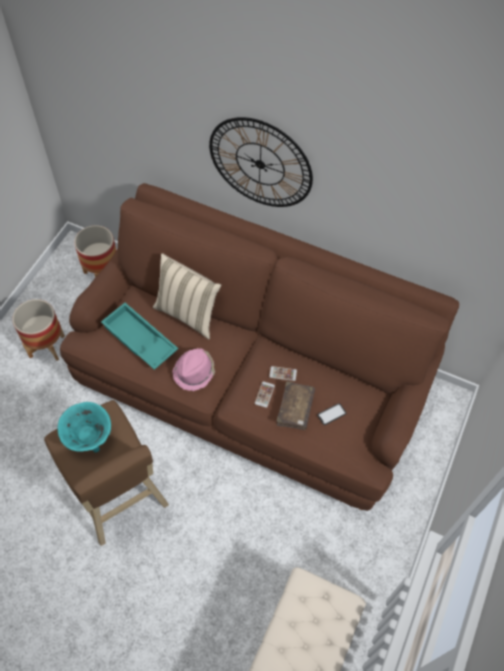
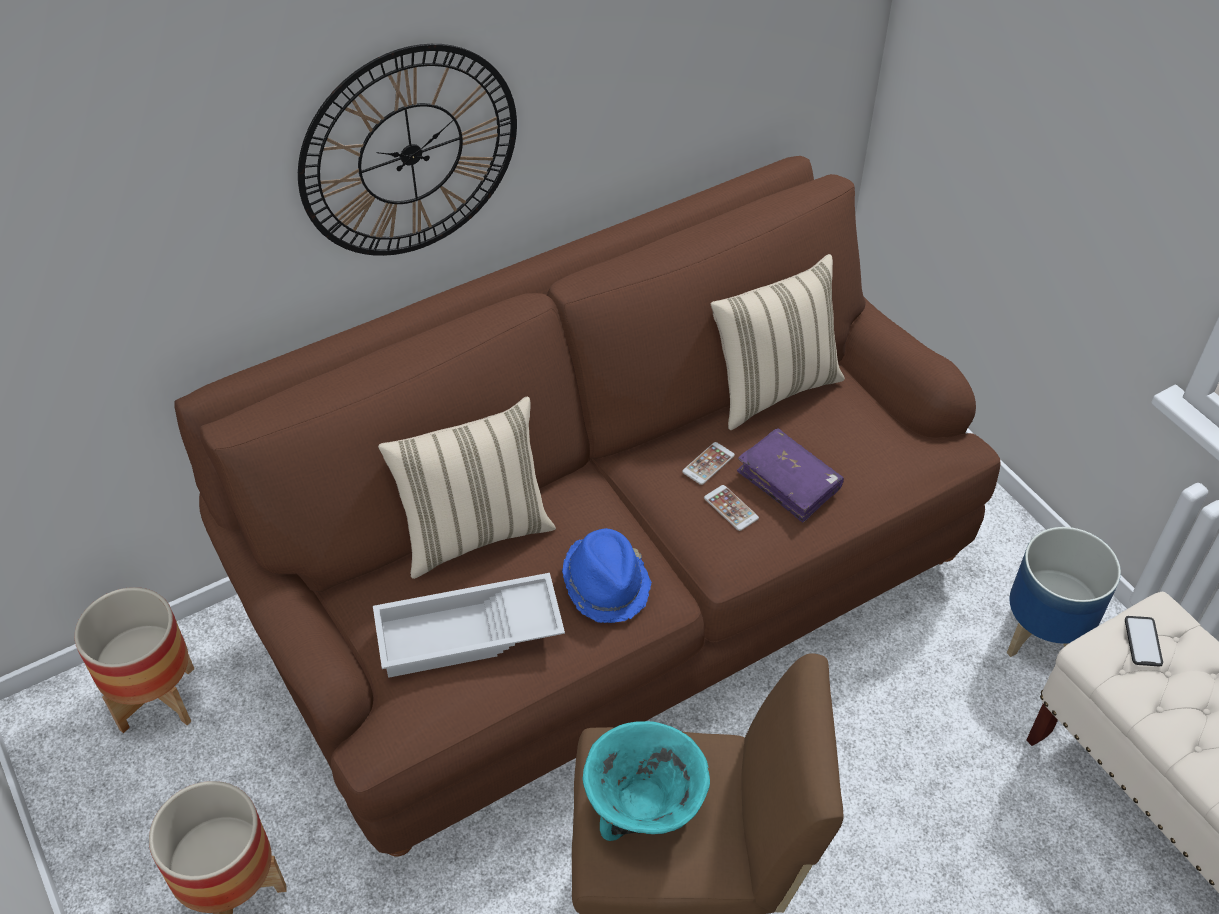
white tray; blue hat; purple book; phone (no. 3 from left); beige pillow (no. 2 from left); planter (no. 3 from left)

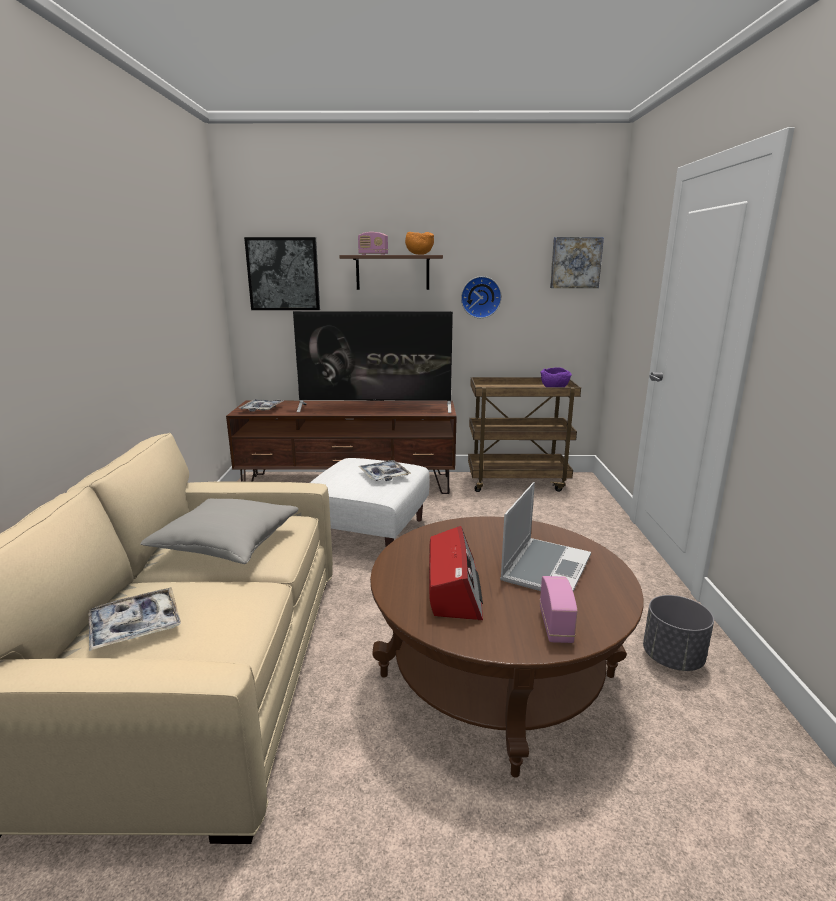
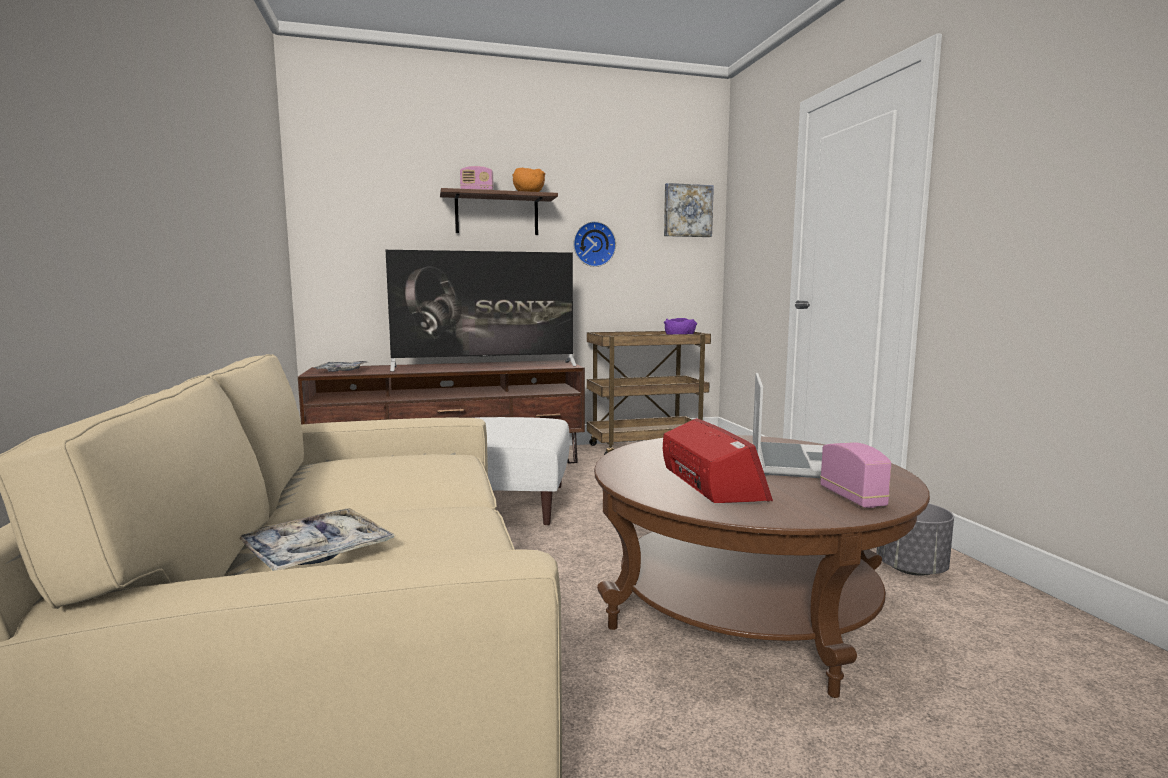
grey pillow; picture (no. 1 from left in the first image); tray (no. 3 from left in the first image)

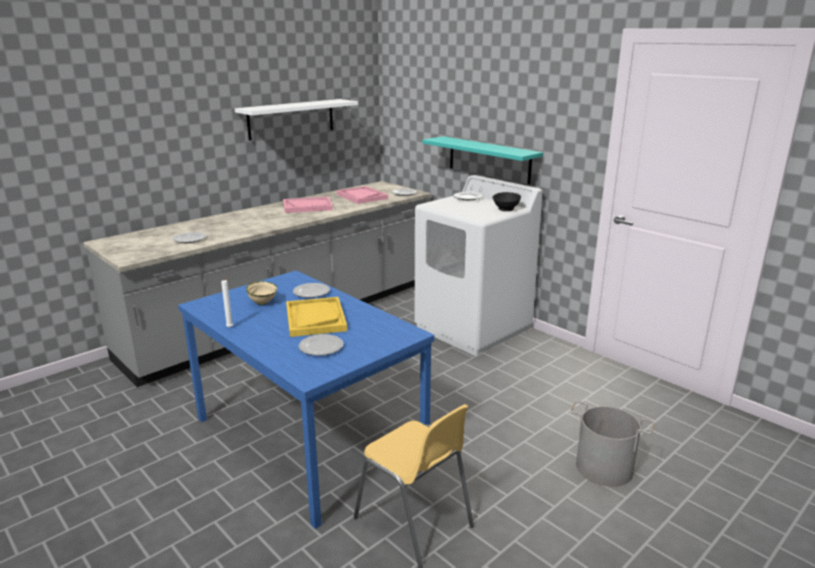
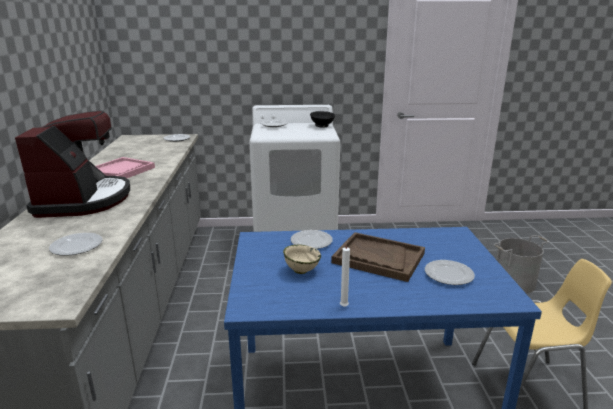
white shelf; brown tray; pink tray (no. 2 from left in the first image); turquoise shelf; coffee machine

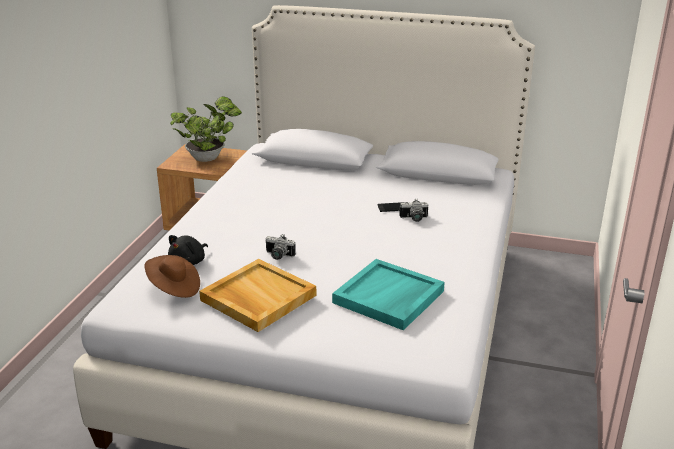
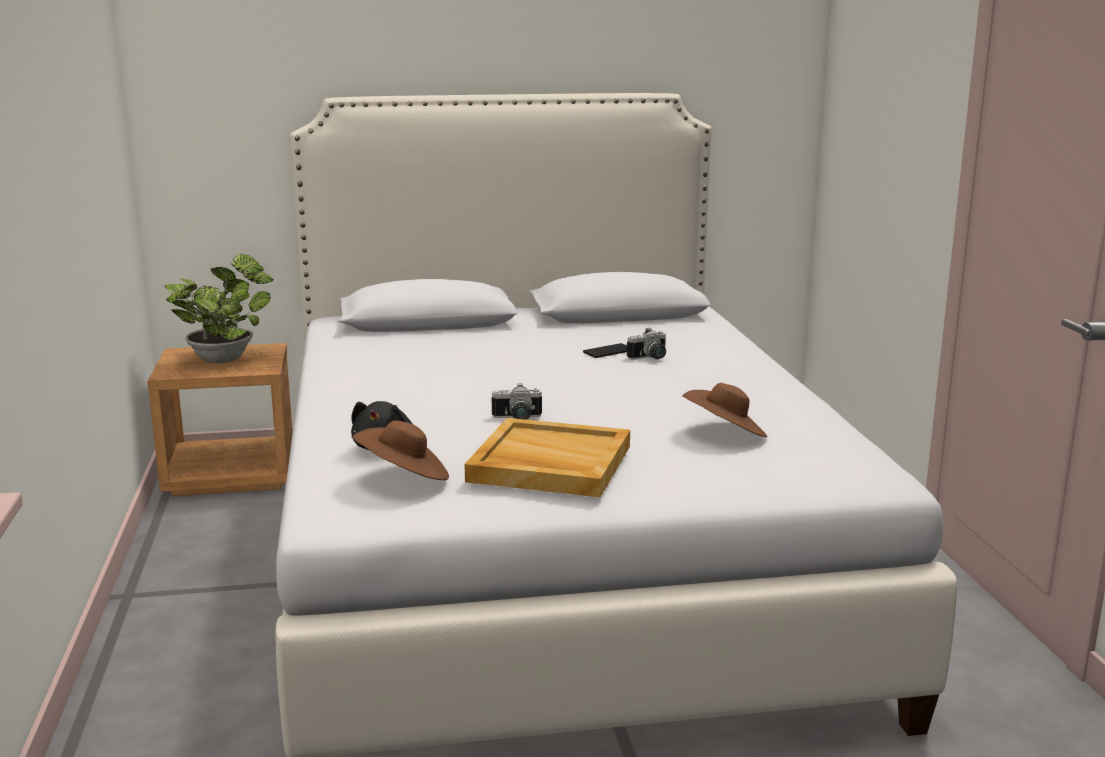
brown hat (no. 2 from left)

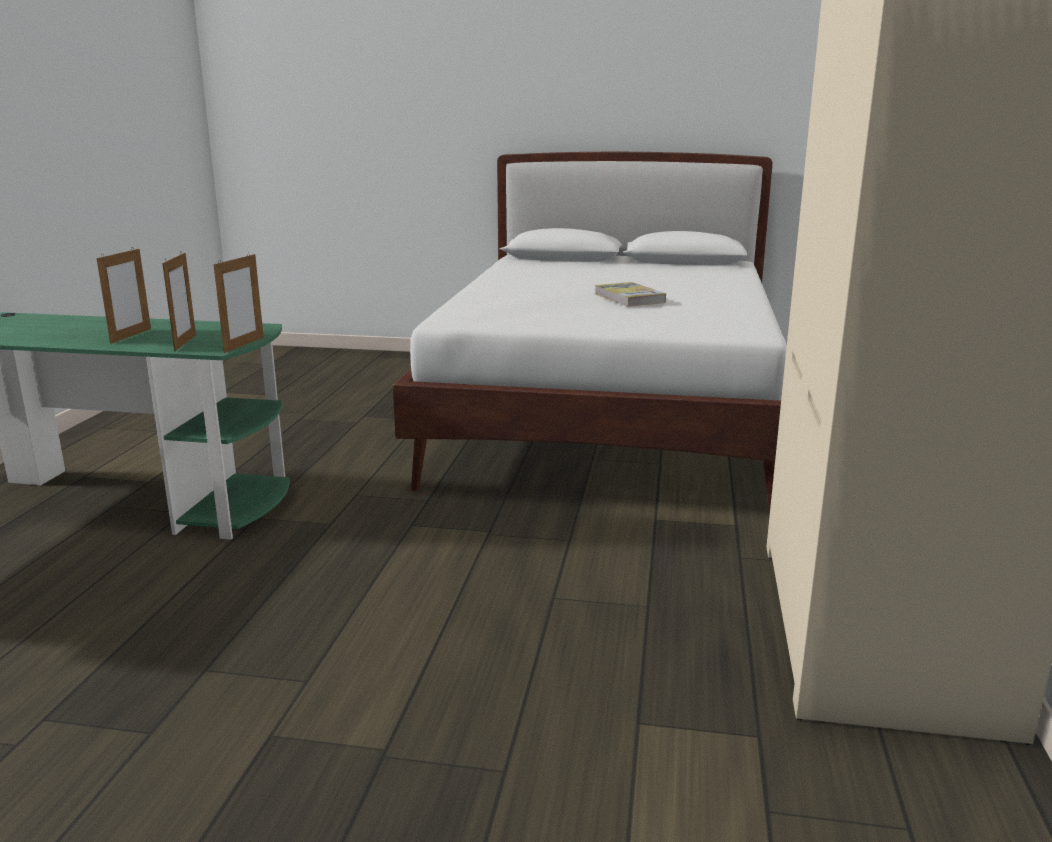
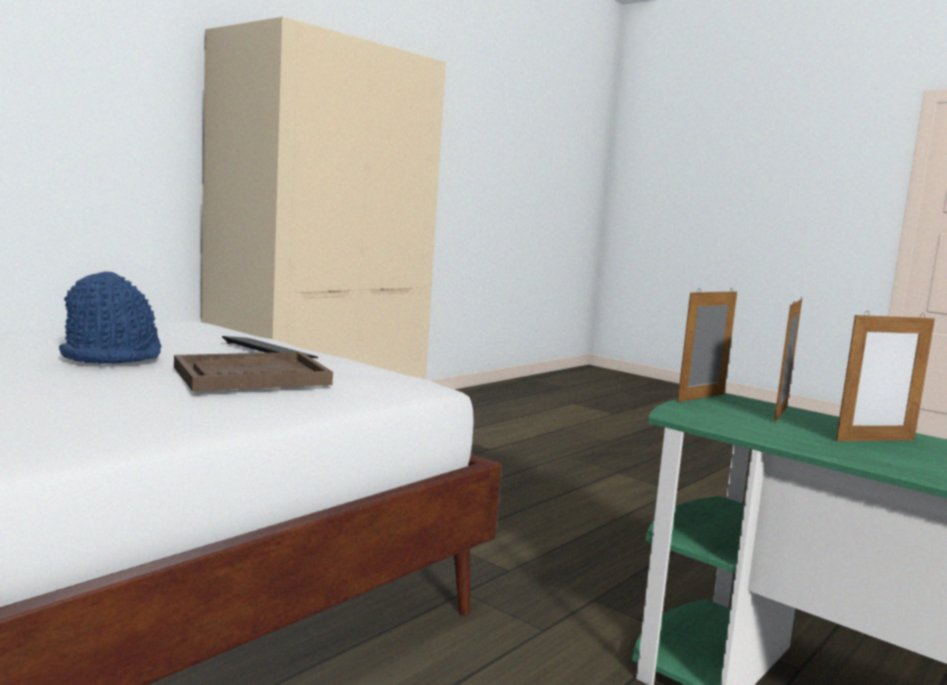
picture frame (no. 3 from left); blue hat; brown tray; keyboard

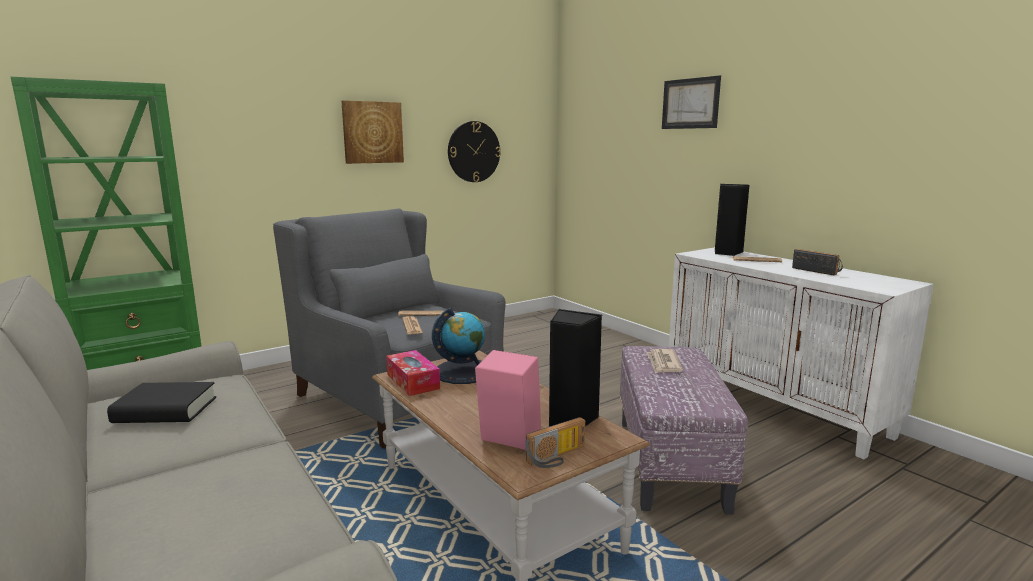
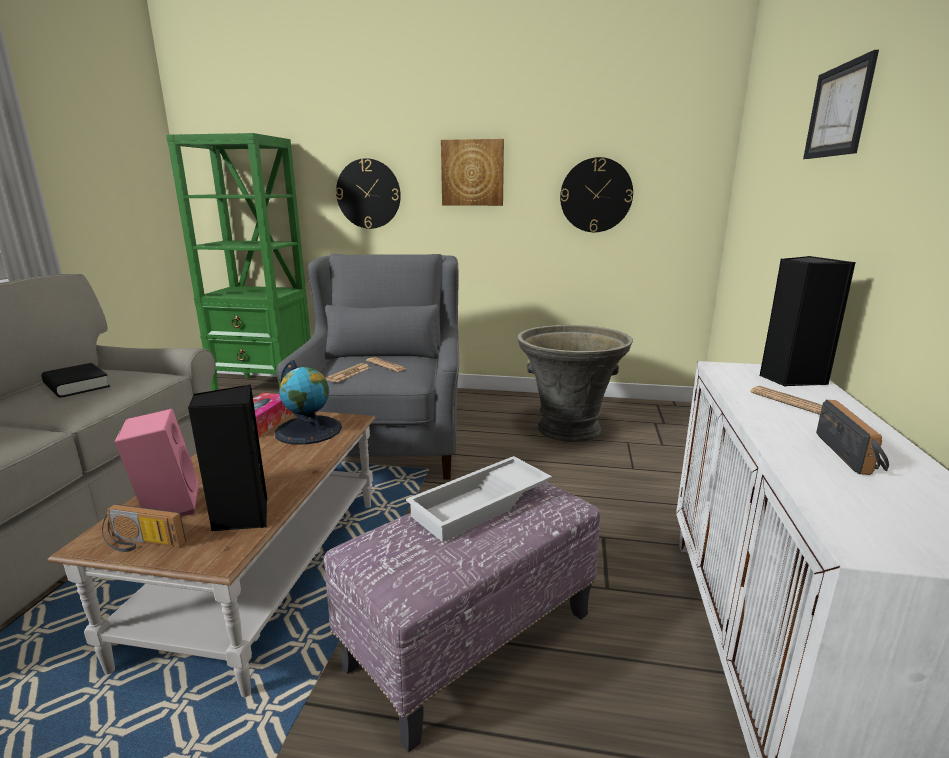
white tray; wall clock (no. 1 from left); grey planter

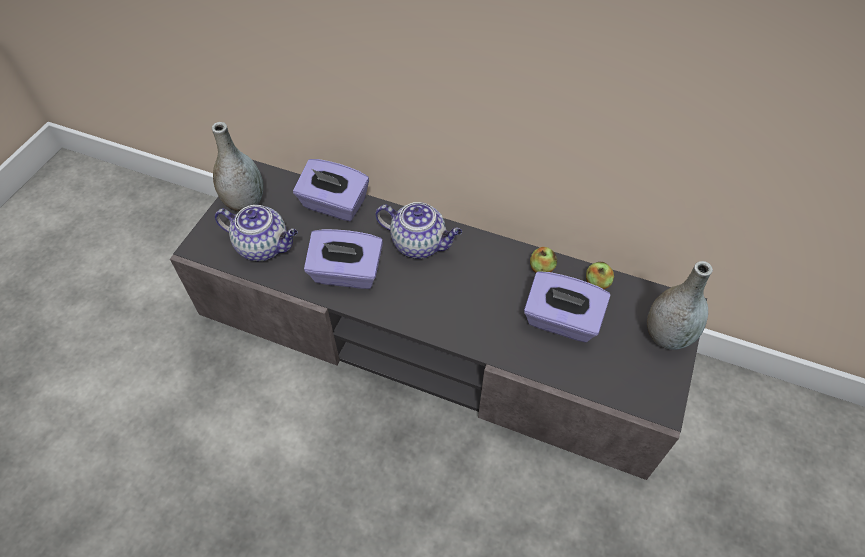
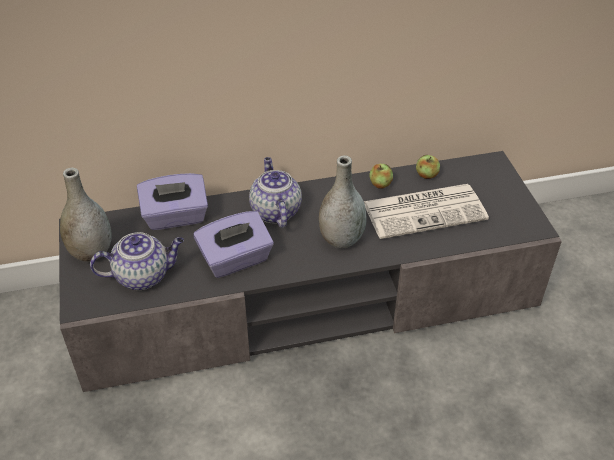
teapot (no. 2 from left); newspaper; grey vase (no. 2 from left)

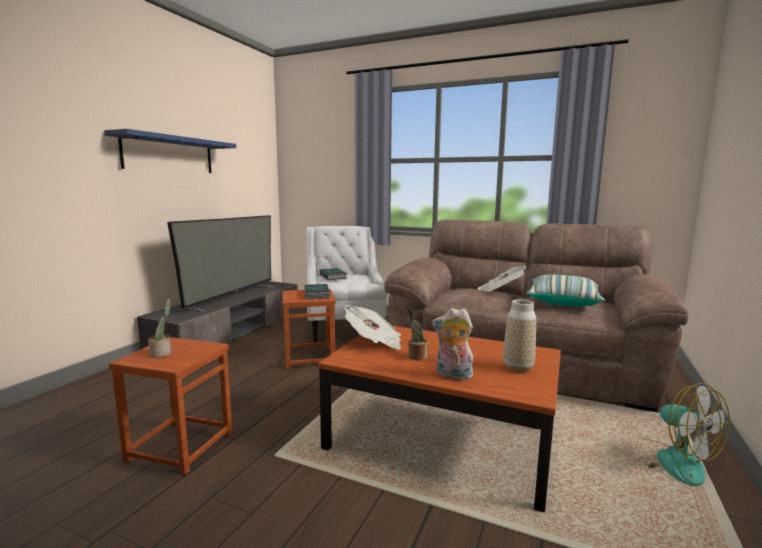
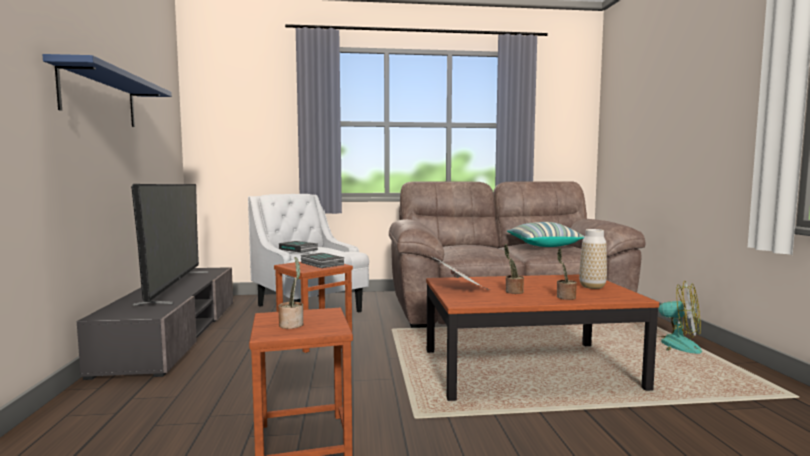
potted plant (no. 3 from left); newspaper (no. 2 from left in the first image)

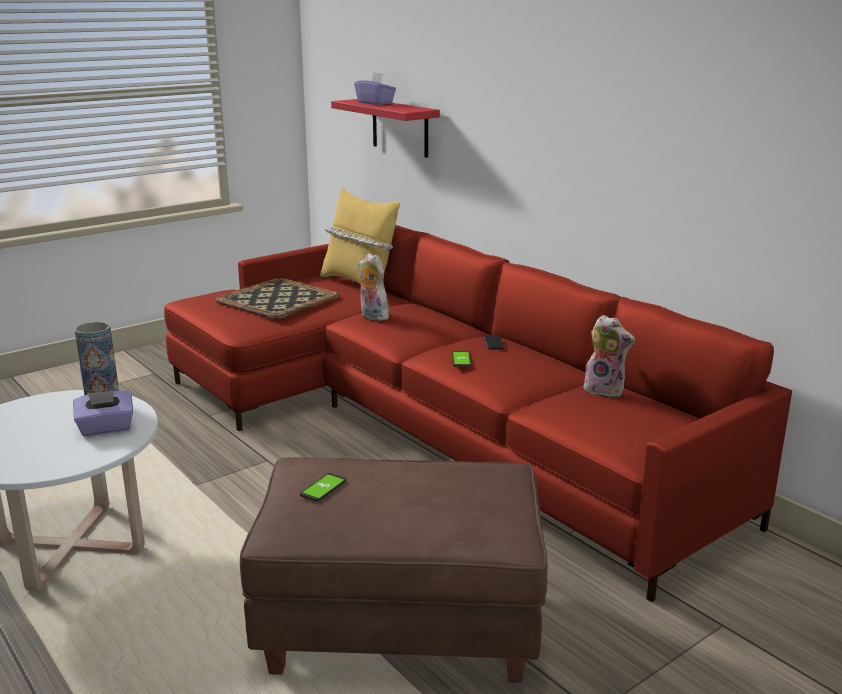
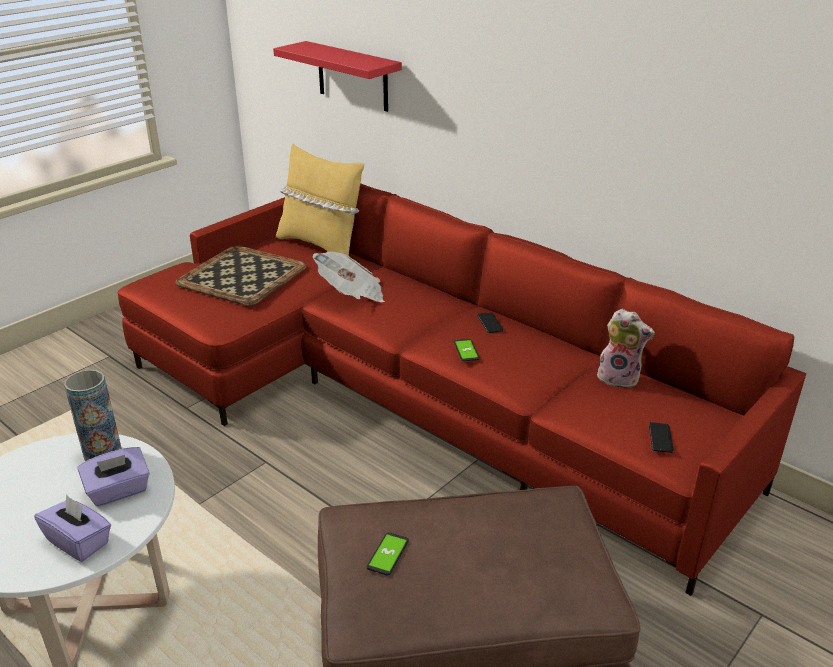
purple tissue box (no. 1 from left); newspaper; phone (no. 4 from left)

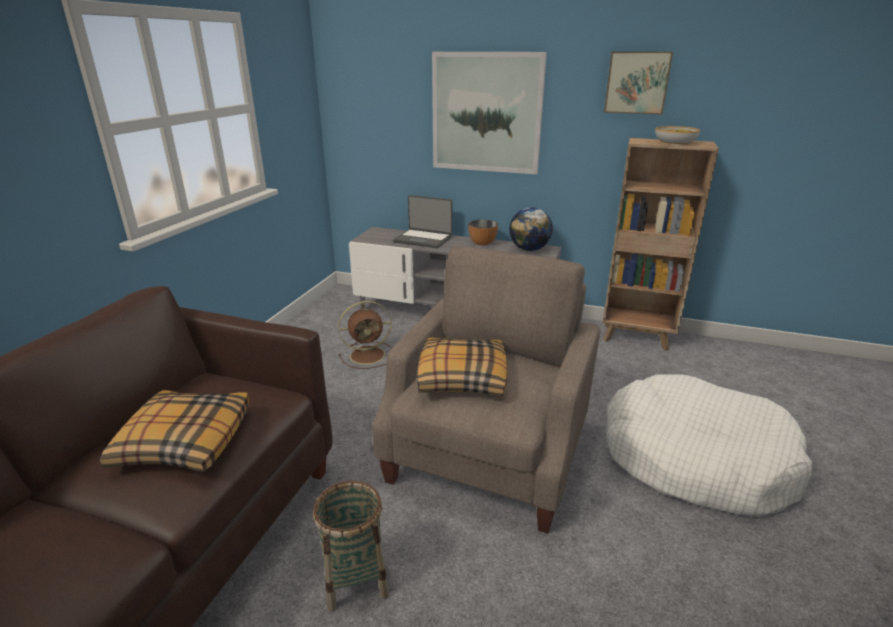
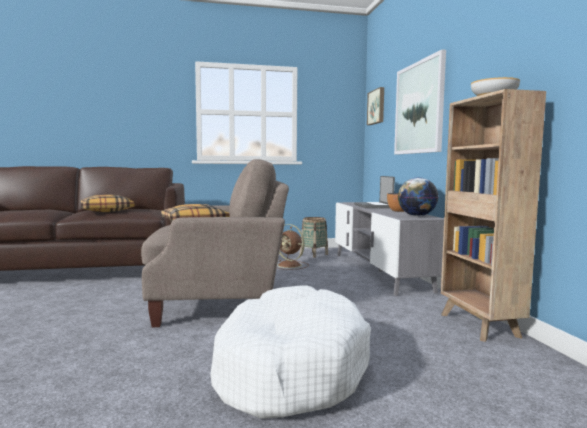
basket; picture (no. 1 from left)

